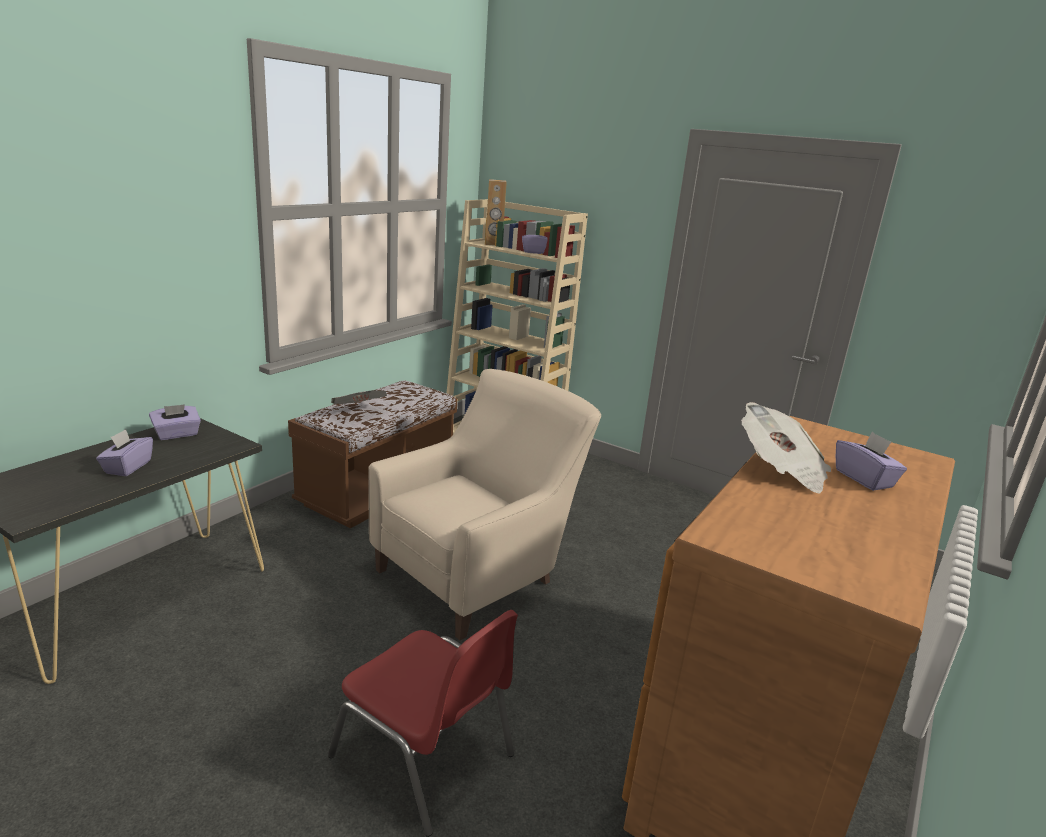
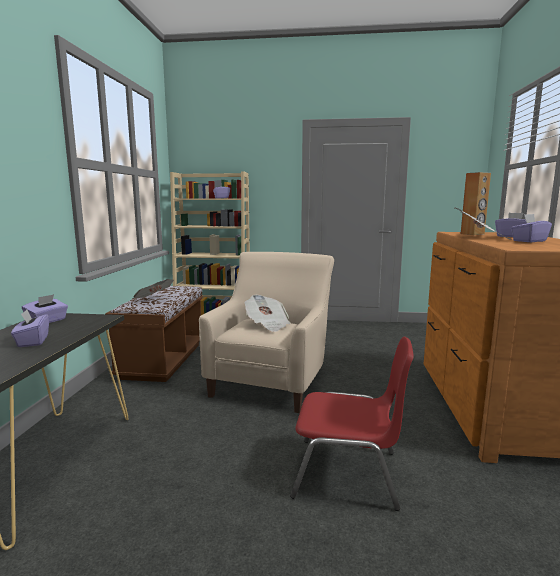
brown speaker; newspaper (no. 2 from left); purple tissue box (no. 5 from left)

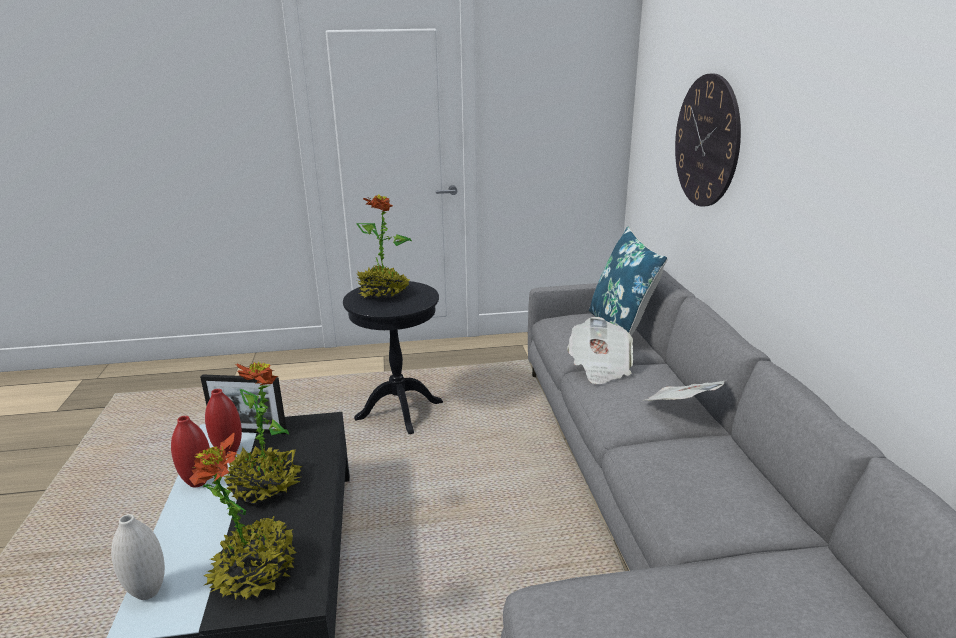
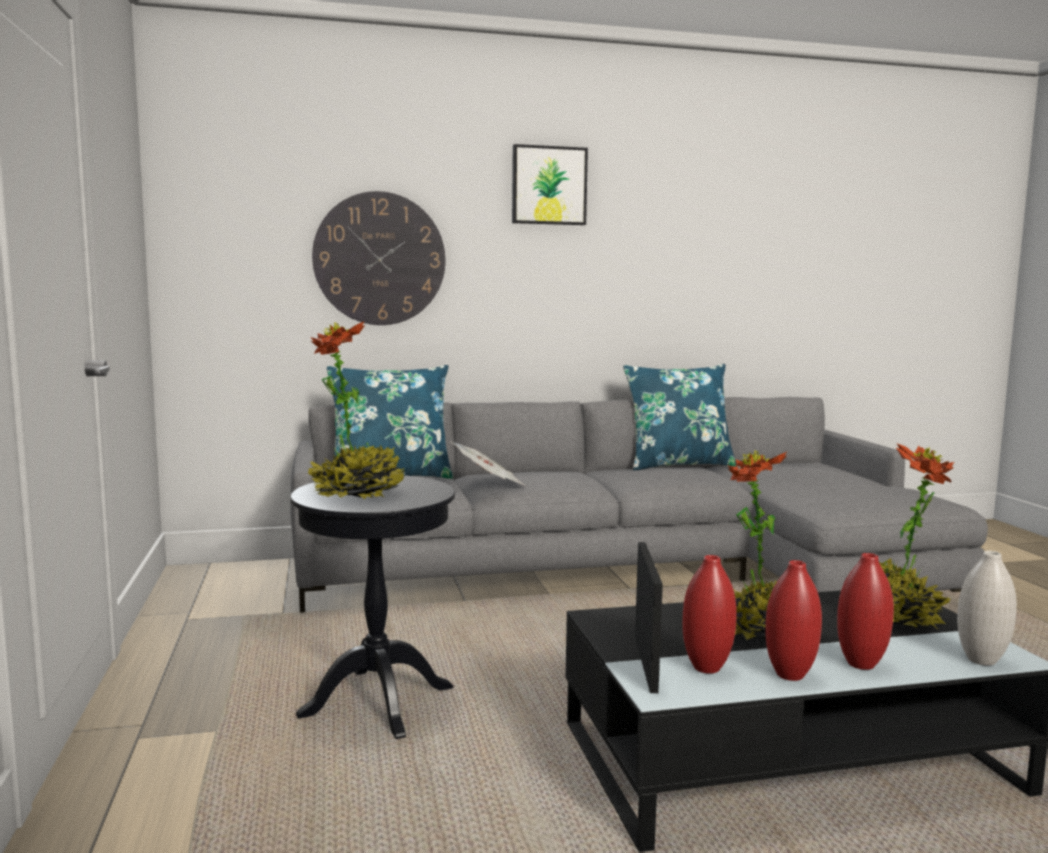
newspaper (no. 2 from left in the first image); picture; blue pillow (no. 2 from left); red vase (no. 3 from left)

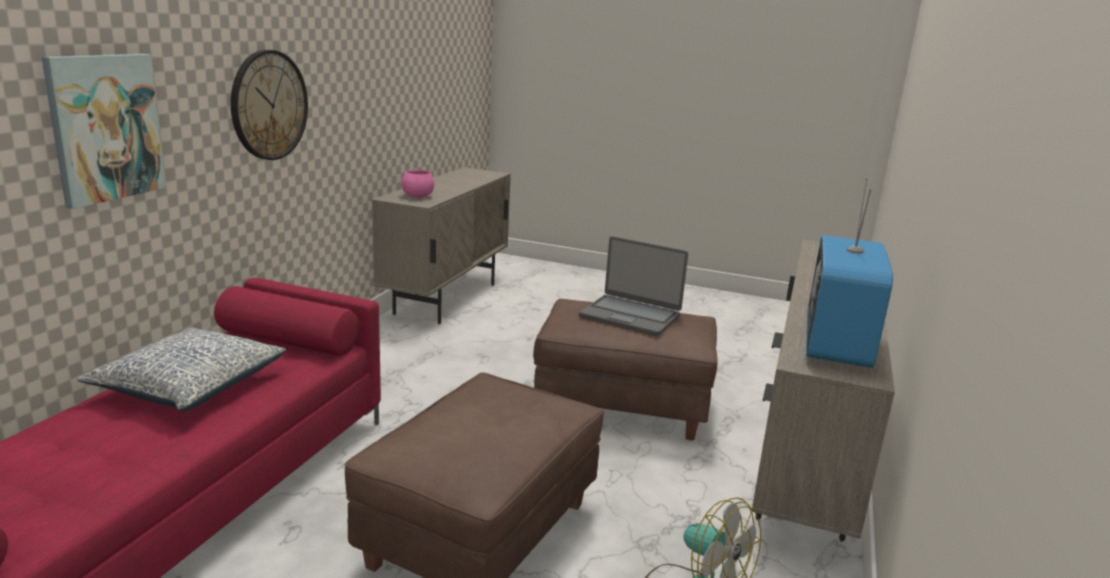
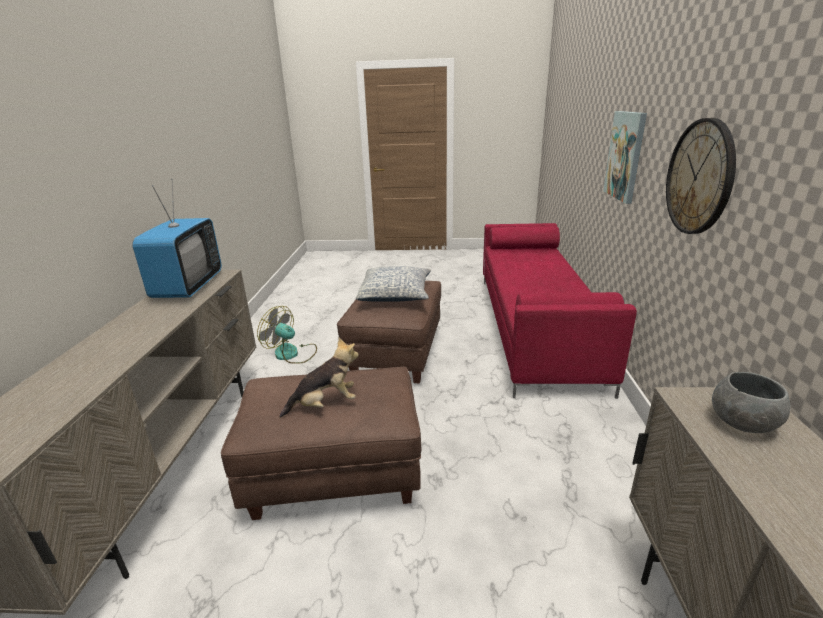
pillow; grey bowl; plush toy

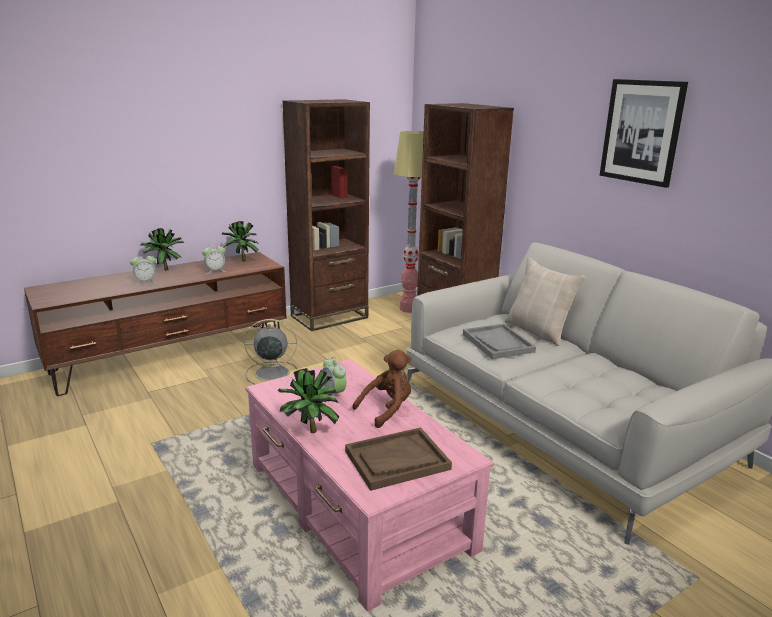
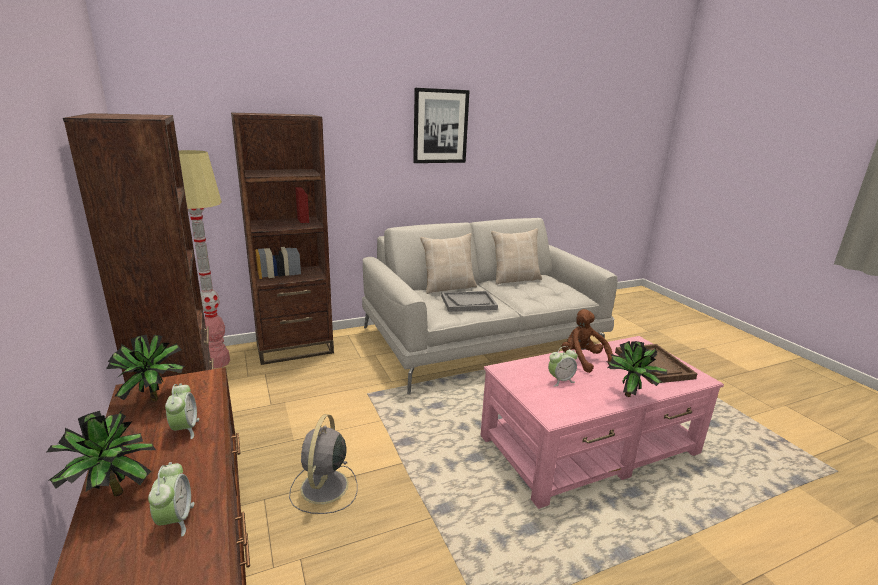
beige pillow (no. 2 from left)

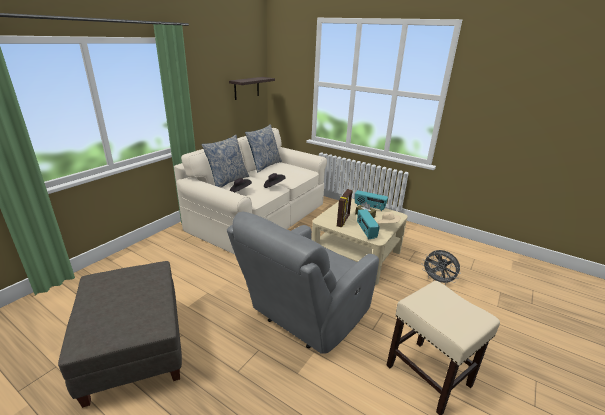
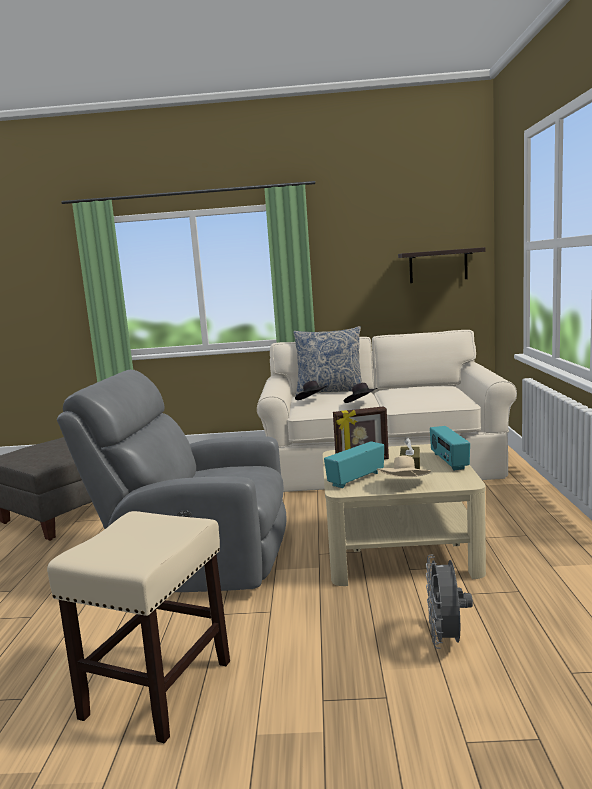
pillow (no. 2 from left in the first image)

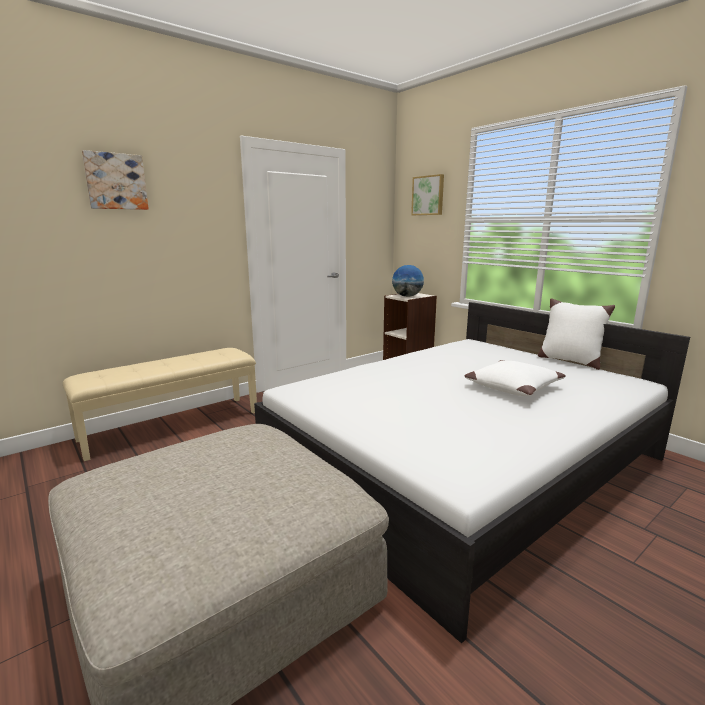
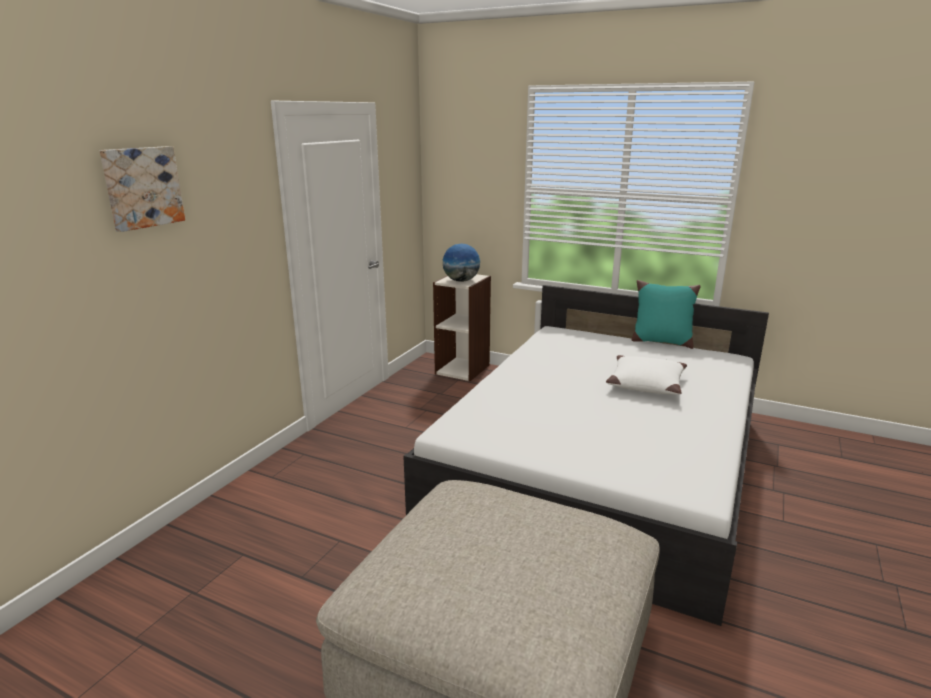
beige bench; picture (no. 2 from left in the first image); turquoise pillow

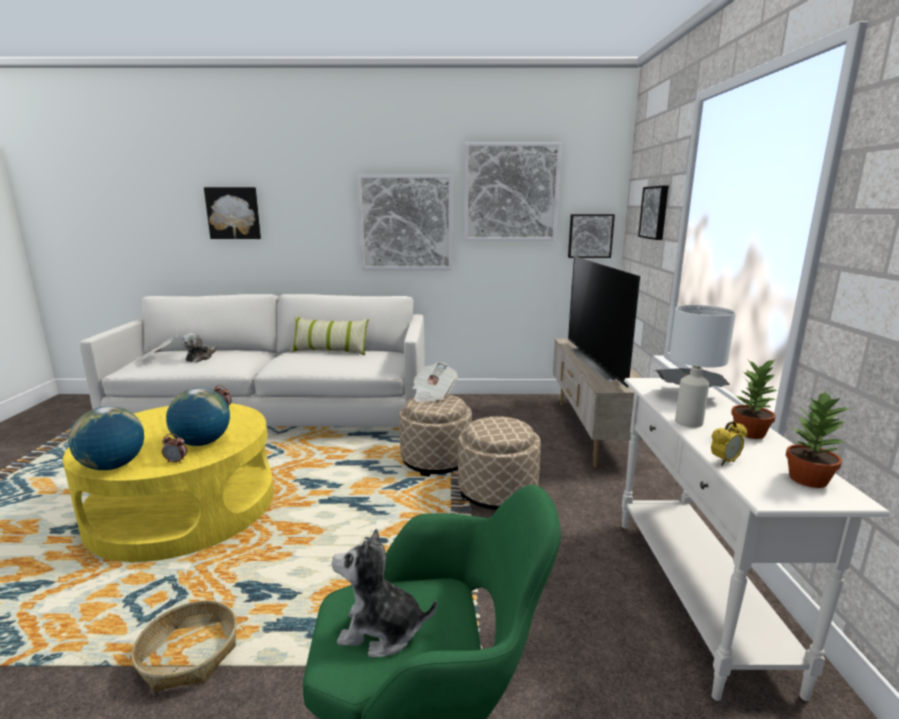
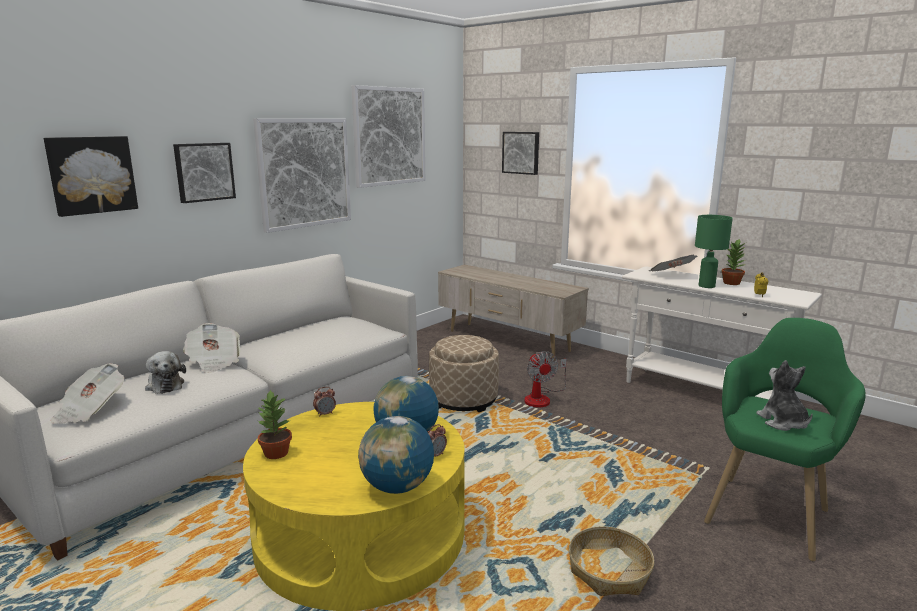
pillow; plush toy (no. 2 from left); newspaper (no. 2 from left); fan; picture (no. 2 from left); television; green table lamp; potted plant (no. 1 from left)

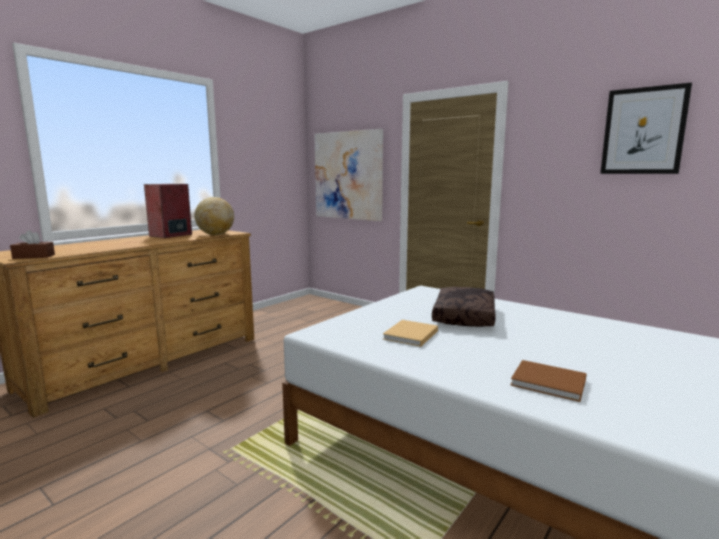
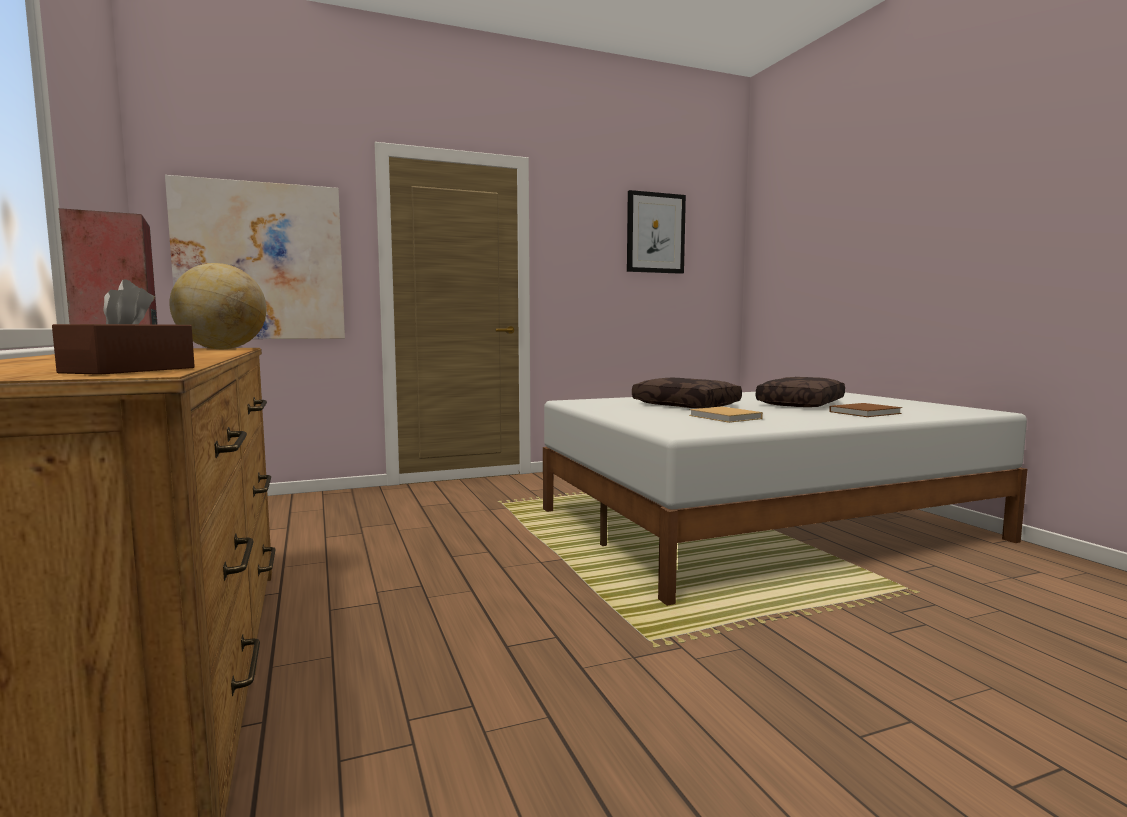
brown pillow (no. 2 from left)

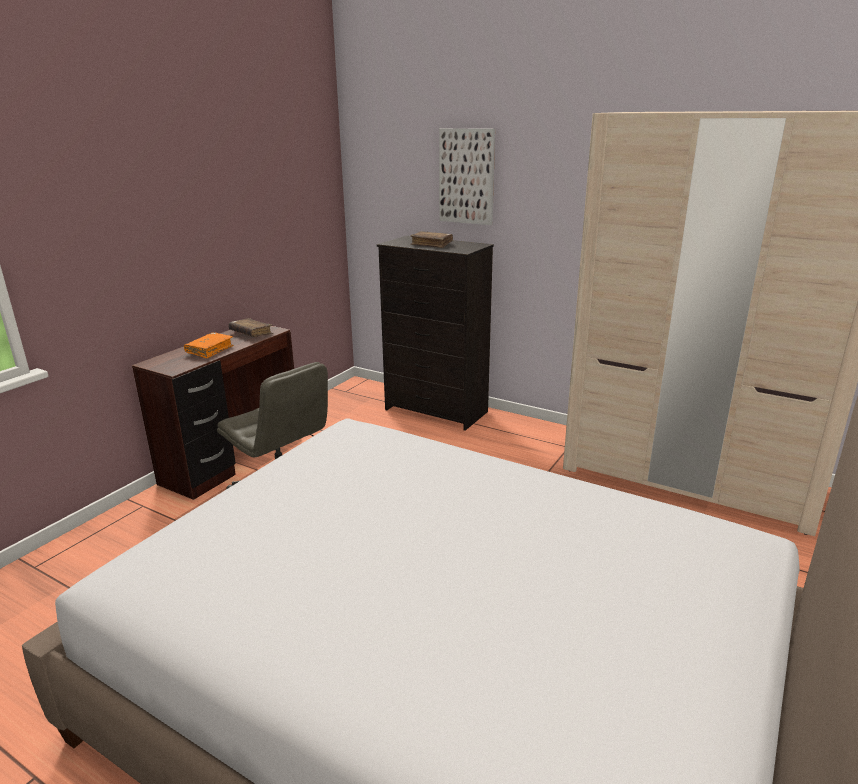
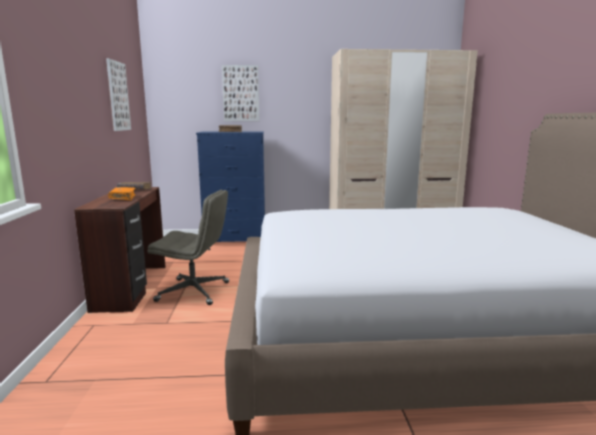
blue dresser; picture (no. 1 from left)

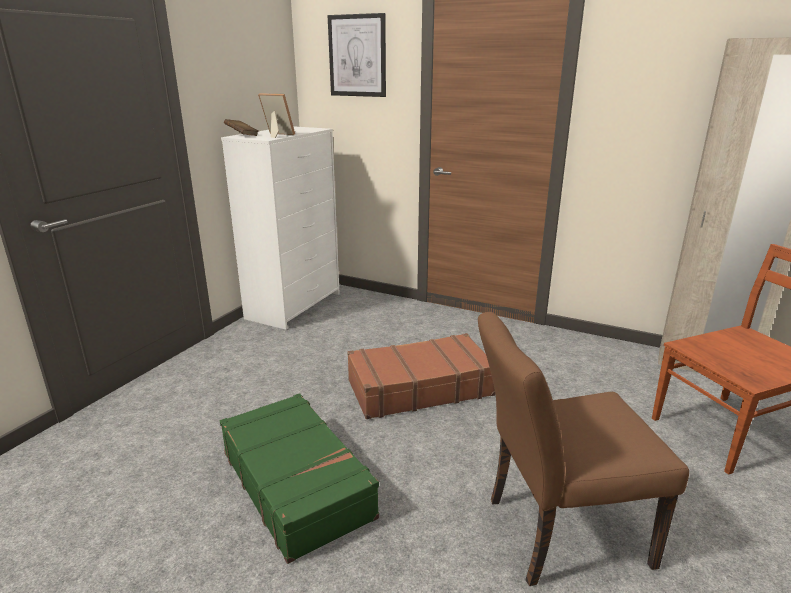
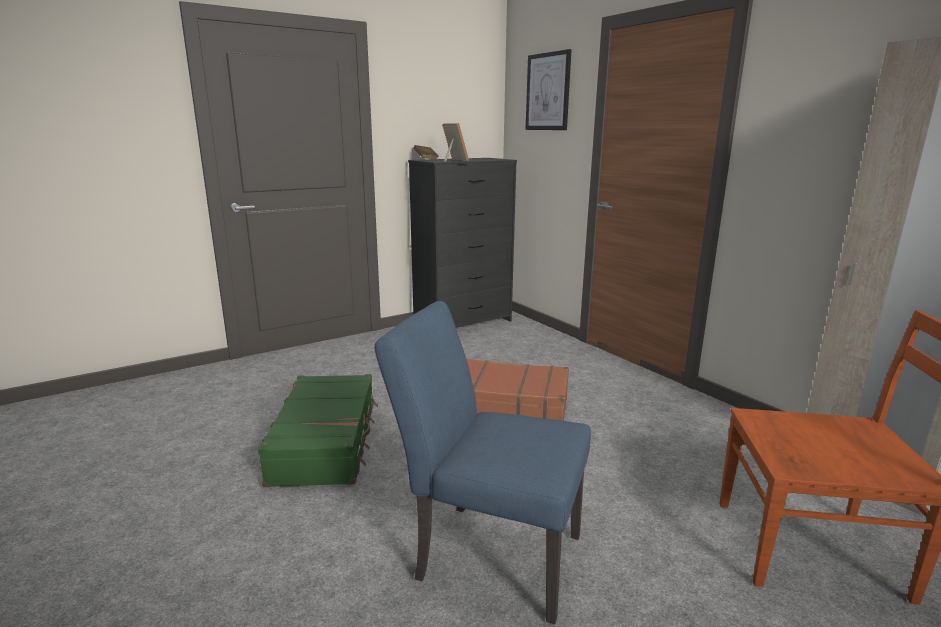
black dresser; blue chair

